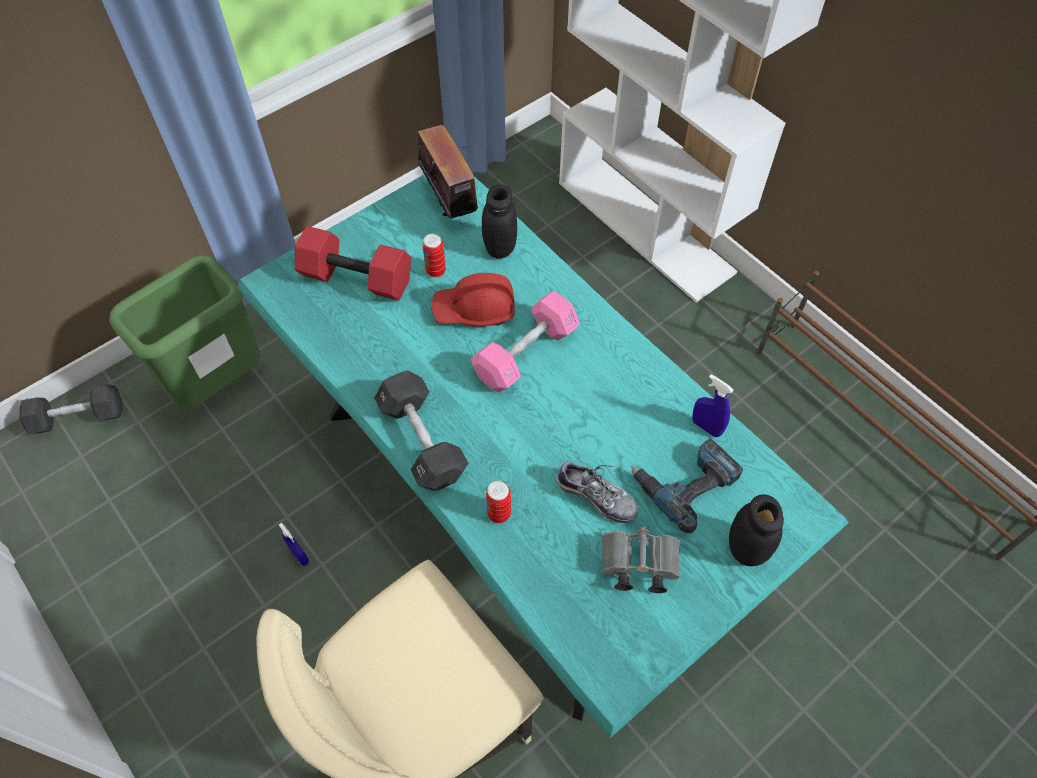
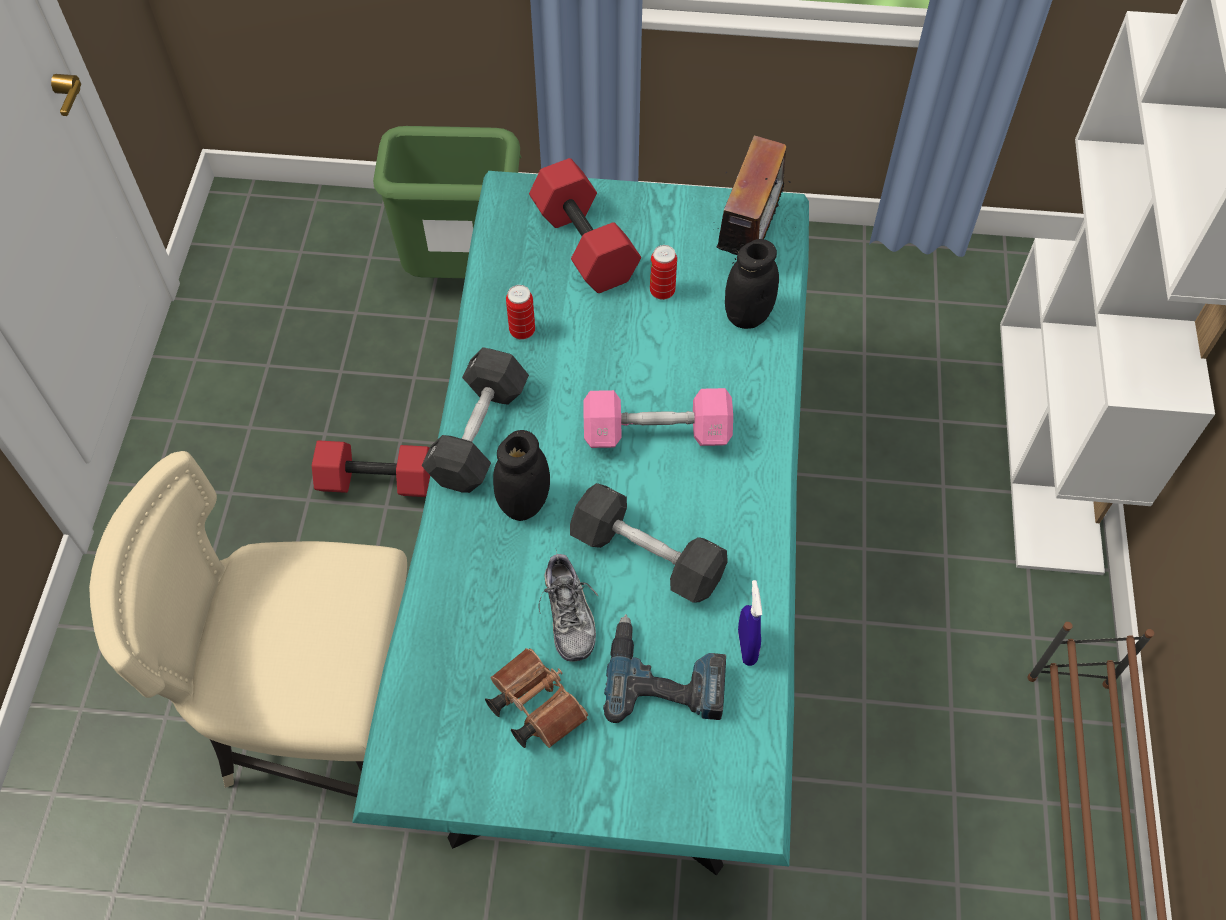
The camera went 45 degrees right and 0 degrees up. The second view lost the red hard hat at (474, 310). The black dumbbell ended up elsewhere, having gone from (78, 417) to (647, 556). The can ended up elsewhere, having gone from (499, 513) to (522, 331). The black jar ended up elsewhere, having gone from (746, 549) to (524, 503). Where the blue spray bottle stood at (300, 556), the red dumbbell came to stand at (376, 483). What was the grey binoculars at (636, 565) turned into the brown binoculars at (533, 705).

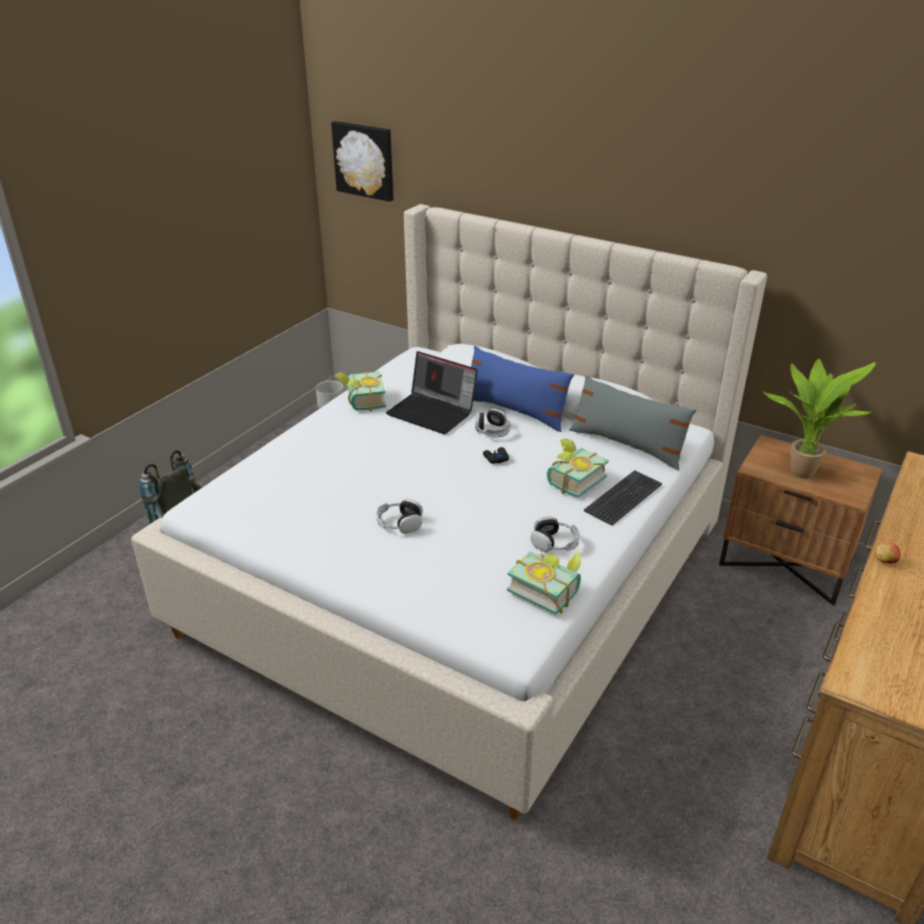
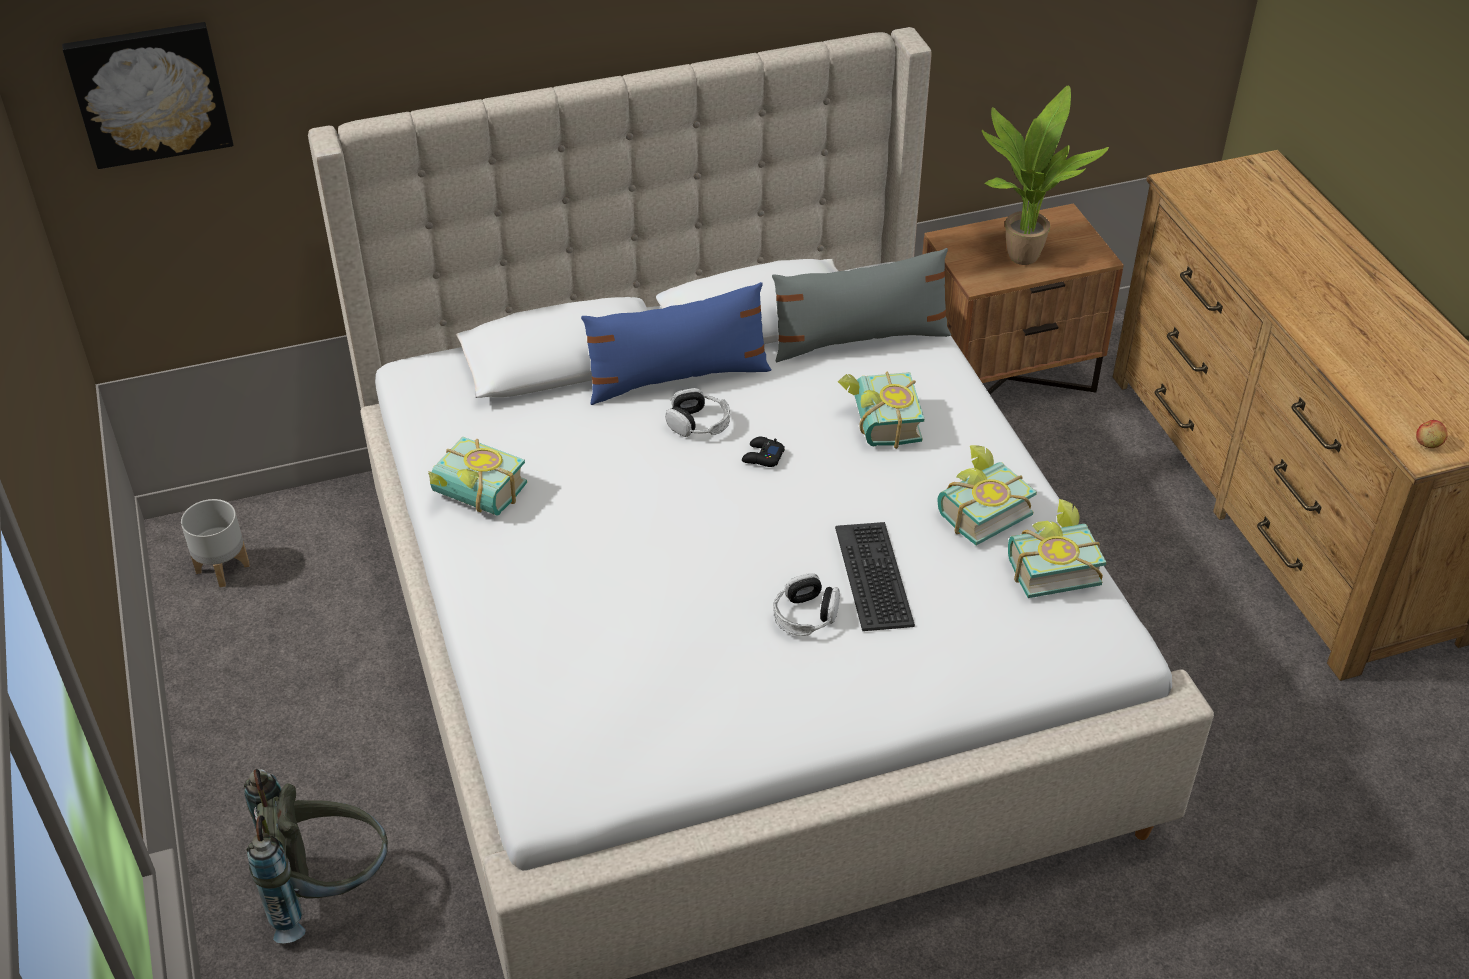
The camera went 50 degrees left and 10 degrees up. The second view lost the laptop at (433, 412). The keyboard ended up elsewhere, having gone from (624, 498) to (875, 576). Where the headphones stood at (554, 543), the book came to stand at (978, 511). The apple ended up elsewhere, having gone from (885, 560) to (1428, 443).

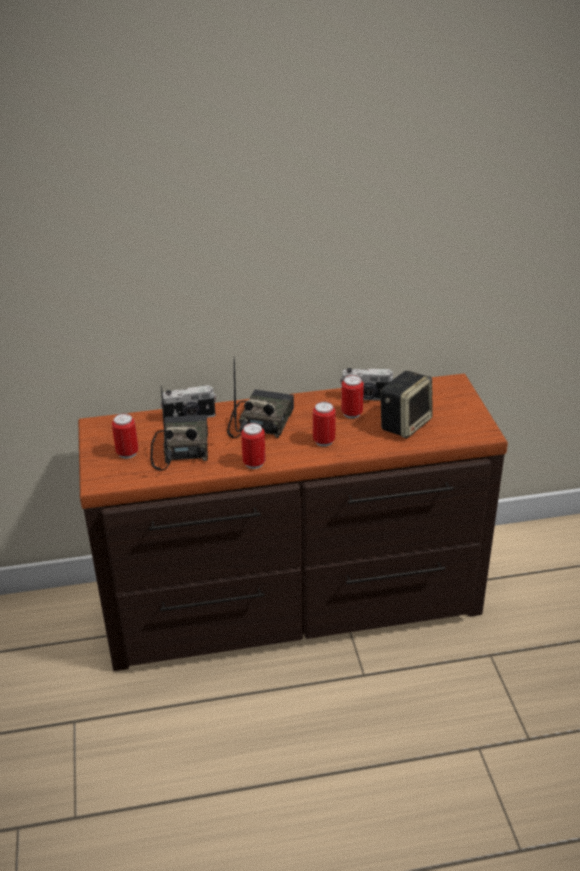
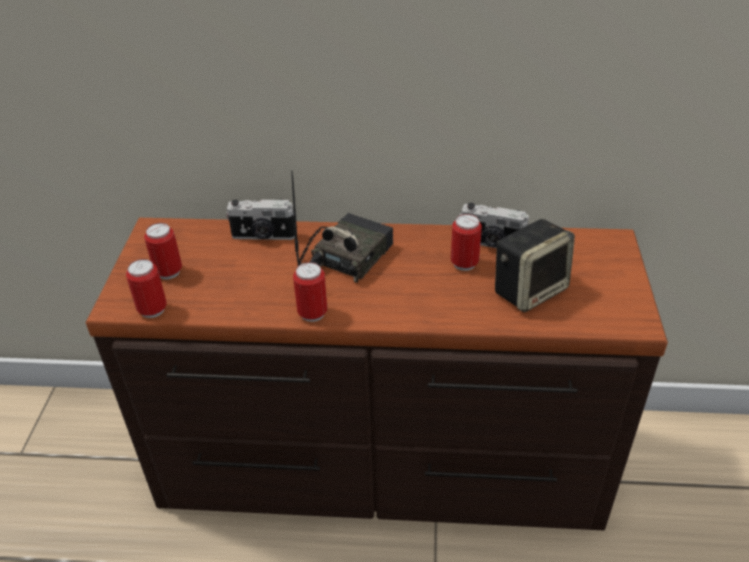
The camera went 15 degrees right and 5 degrees up. The second view lost the radio at (181, 448). The can ended up elsewhere, having gone from (324, 441) to (152, 310).

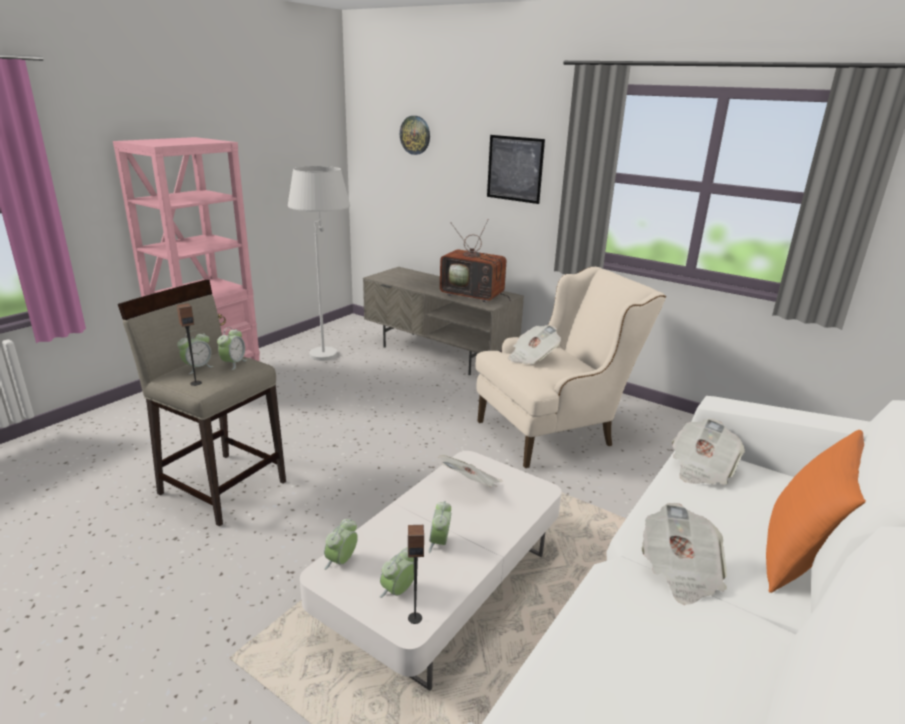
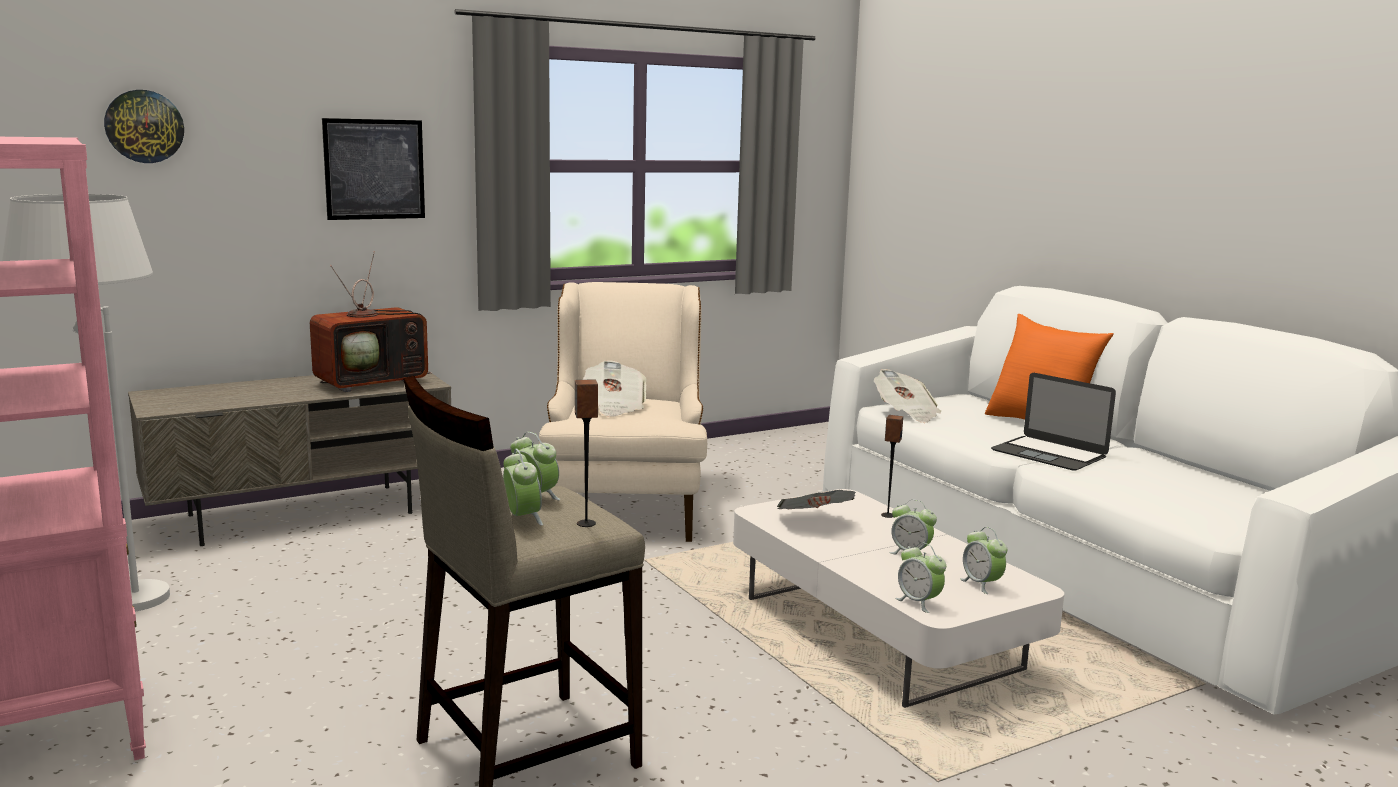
The camera went 65 degrees left and 10 degrees down. Where the newspaper stood at (680, 572), the laptop came to stand at (1049, 453). The speaker ended up elsewhere, having gone from (415, 618) to (887, 515).

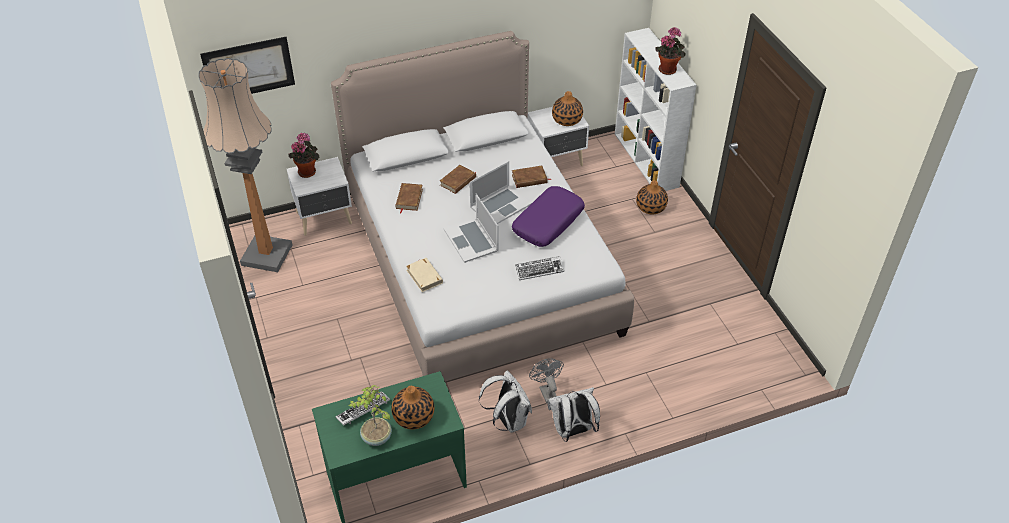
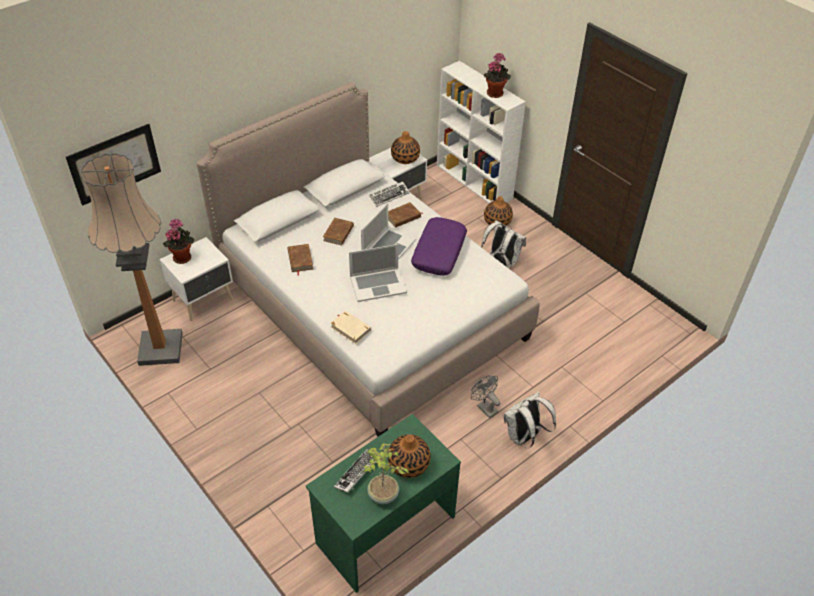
The camera went 20 degrees left and 0 degrees up. The laptop at (471, 240) ended up facing another way, 60 degrees counterclockwise from before. The keyboard ended up elsewhere, having gone from (539, 270) to (389, 196). The white backpack ended up elsewhere, having gone from (508, 420) to (501, 261).

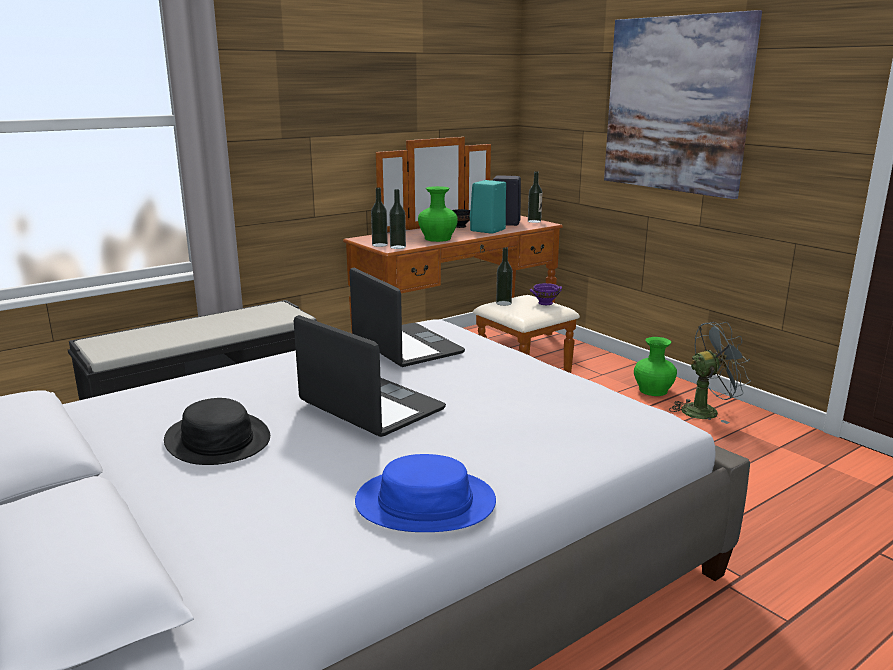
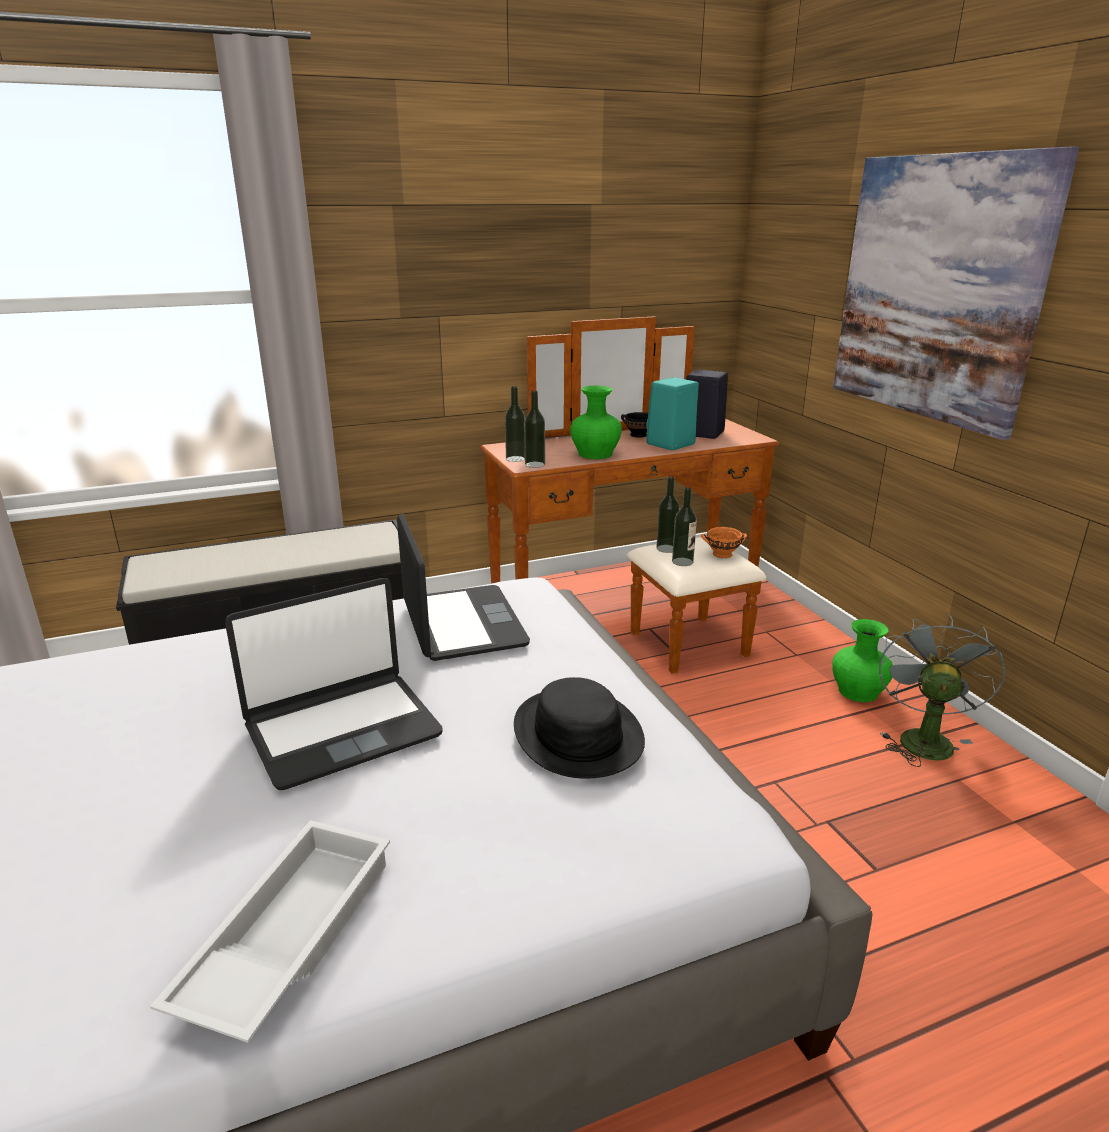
The camera went 15 degrees right and 5 degrees up. The bottle ended up elsewhere, having gone from (534, 221) to (682, 562). What was the purple bowl at (544, 303) turned into the orange bowl at (721, 554). The laptop at (370, 407) ended up facing another way, 90 degrees clockwise from before. The grey fan at (706, 411) ended up facing another way, 75 degrees counterclockwise from before. The black hat ended up elsewhere, having gone from (217, 440) to (577, 734). Where the blue hat stood at (425, 502), the white tray came to stand at (286, 935).

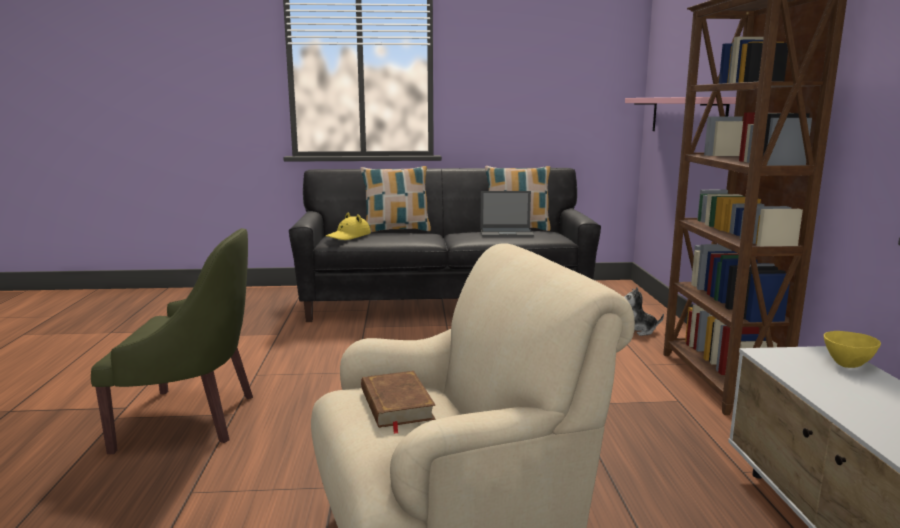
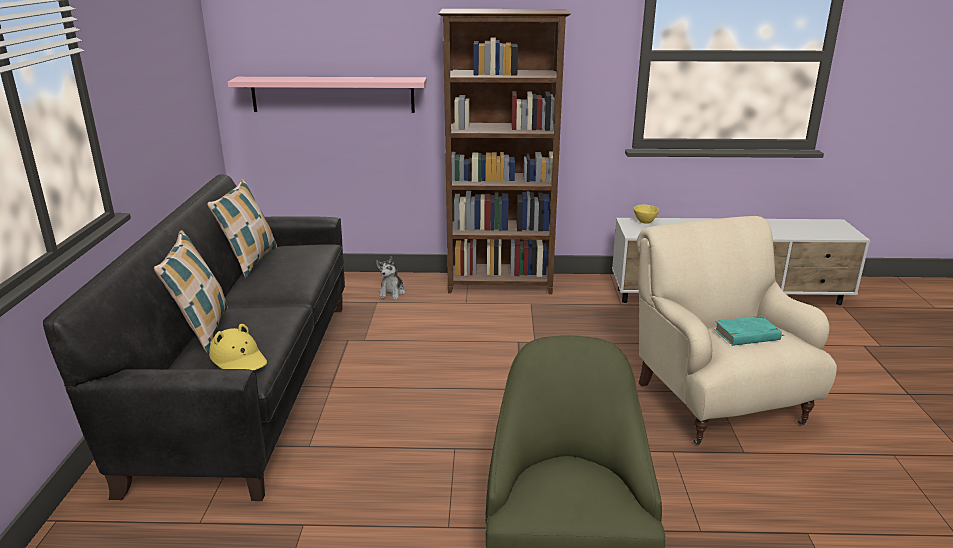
The camera went 85 degrees left and 10 degrees up. The second view lost the laptop at (507, 232). What was the brown book at (396, 405) turned into the turquoise book at (747, 335).

